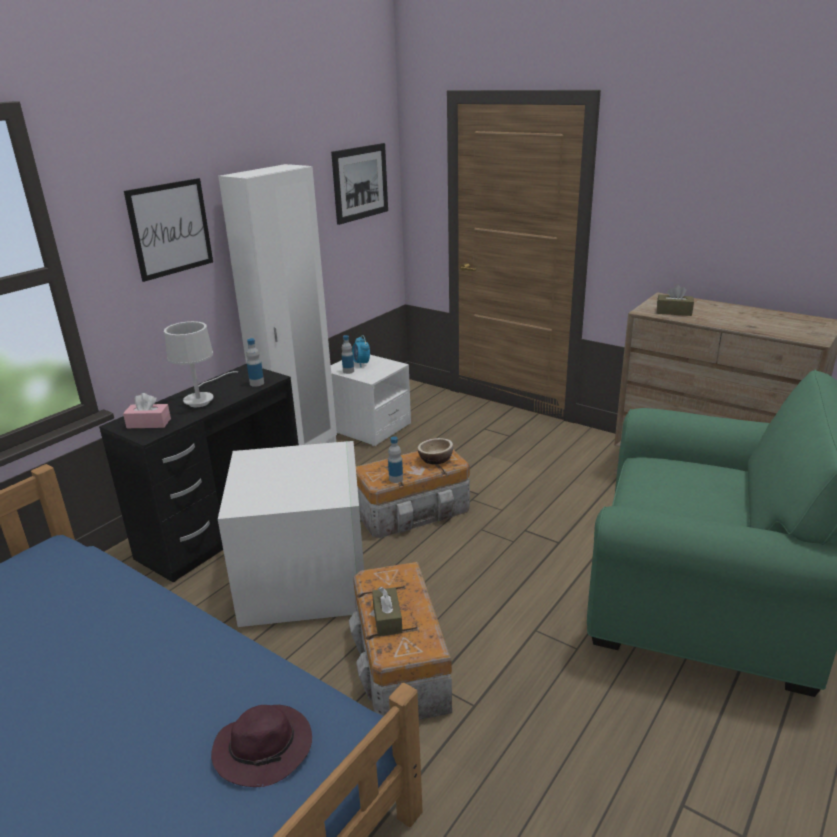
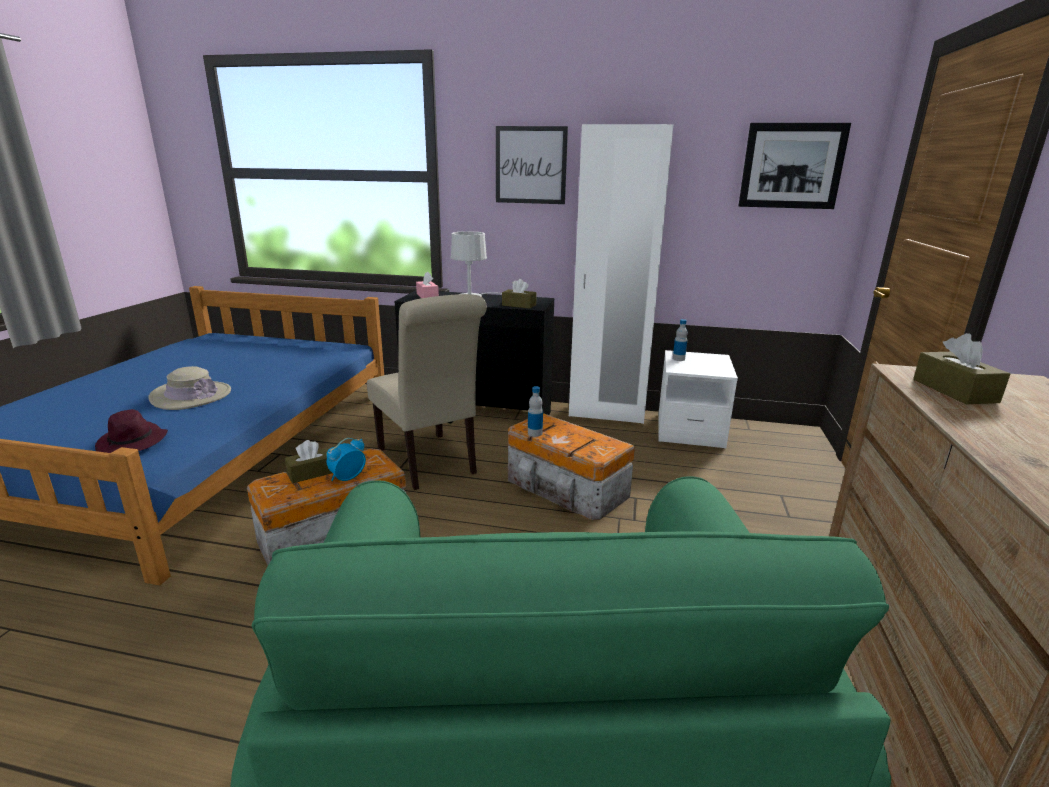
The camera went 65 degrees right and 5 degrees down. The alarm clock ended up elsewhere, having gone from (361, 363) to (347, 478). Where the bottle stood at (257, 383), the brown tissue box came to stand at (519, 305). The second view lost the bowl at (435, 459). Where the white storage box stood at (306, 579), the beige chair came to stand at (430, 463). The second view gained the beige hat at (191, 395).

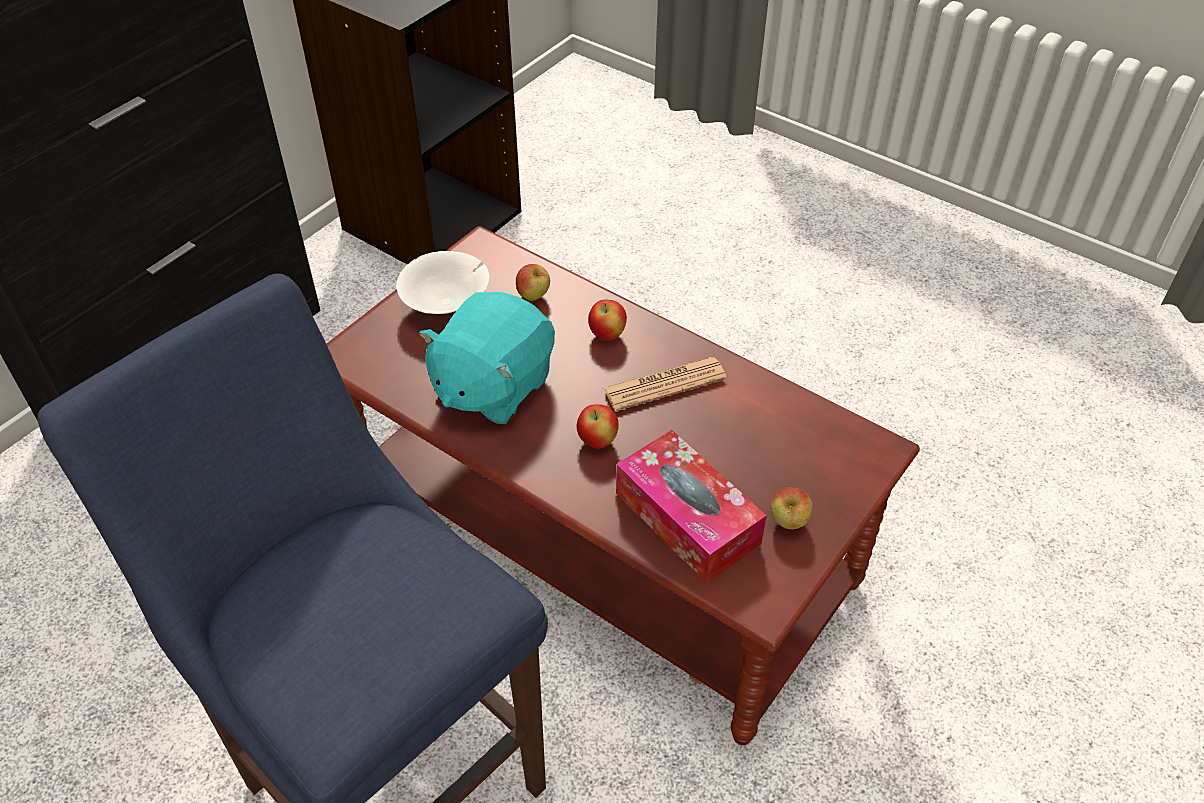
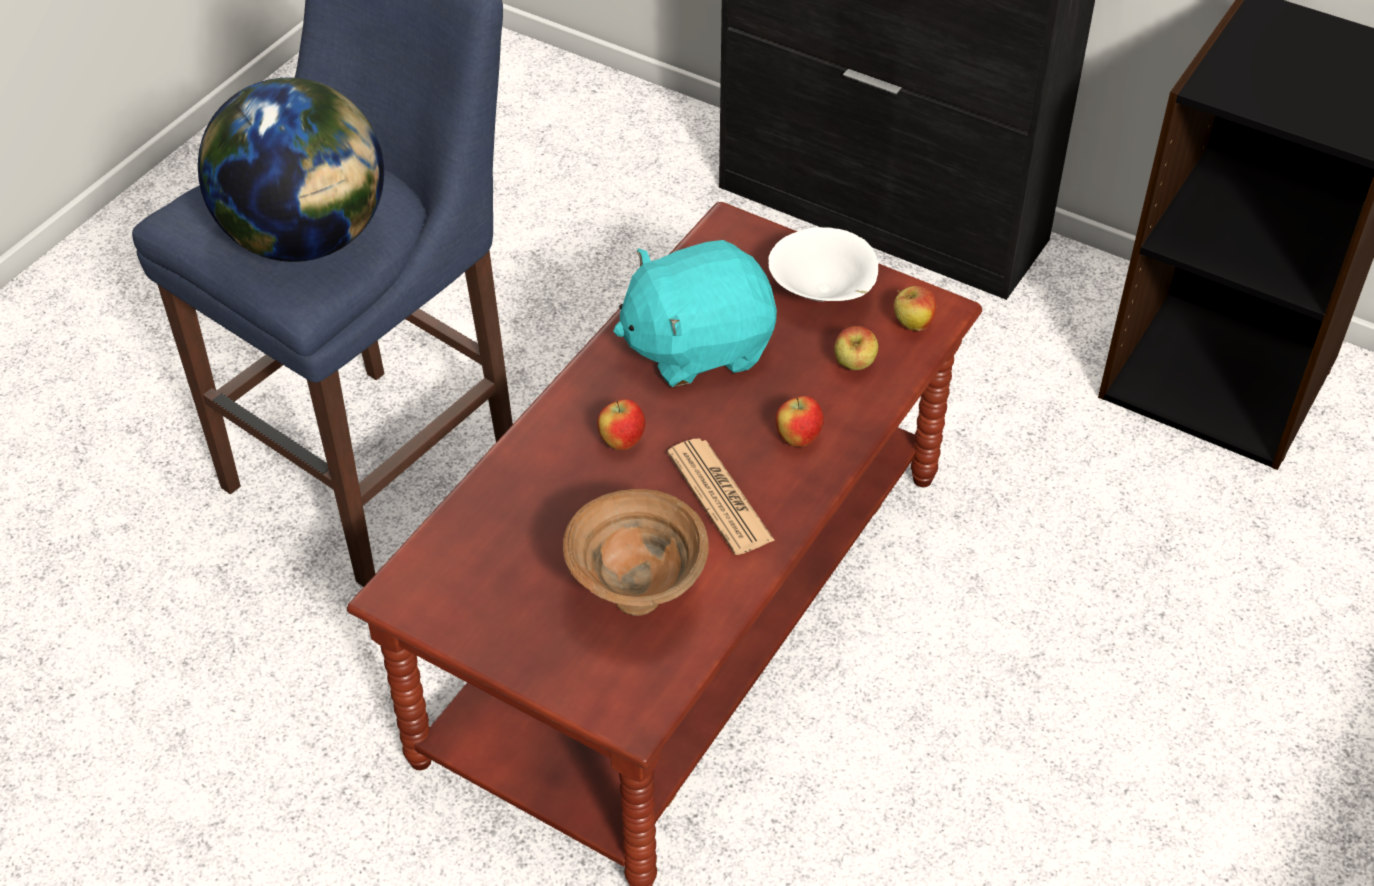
The camera went 85 degrees right and 0 degrees up. The turquoise plush toy at (492, 386) ended up facing another way, 45 degrees counterclockwise from before. The second view lost the tissue box at (687, 518). The apple ended up elsewhere, having gone from (788, 522) to (912, 324). The second view gained the globe at (307, 238). The second view gained the brown bowl at (639, 600).

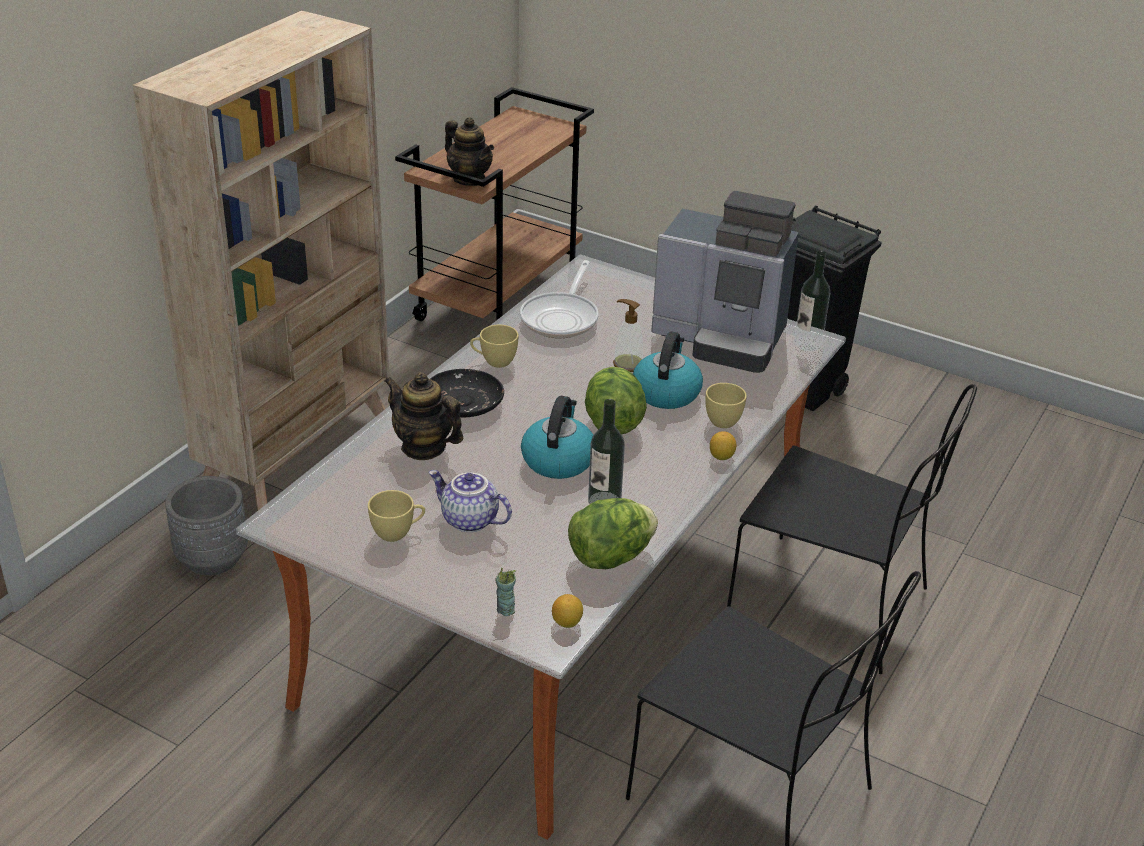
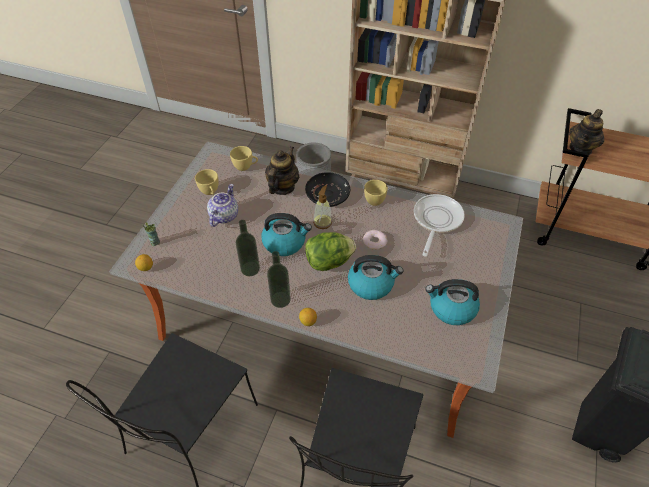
The camera went 80 degrees right and 15 degrees up. Where the coffee machine stood at (722, 338), the kettle came to stand at (451, 308). The bottle ended up elsewhere, having gone from (808, 344) to (280, 299). The frying pan at (562, 318) ended up facing another way, 105 degrees clockwise from before. The soap dispenser ended up elsewhere, having gone from (628, 364) to (322, 222). The yellow cup ended up elsewhere, having gone from (724, 419) to (245, 167). The second view lost the lettuce at (610, 557). The second view gained the donut at (374, 241).

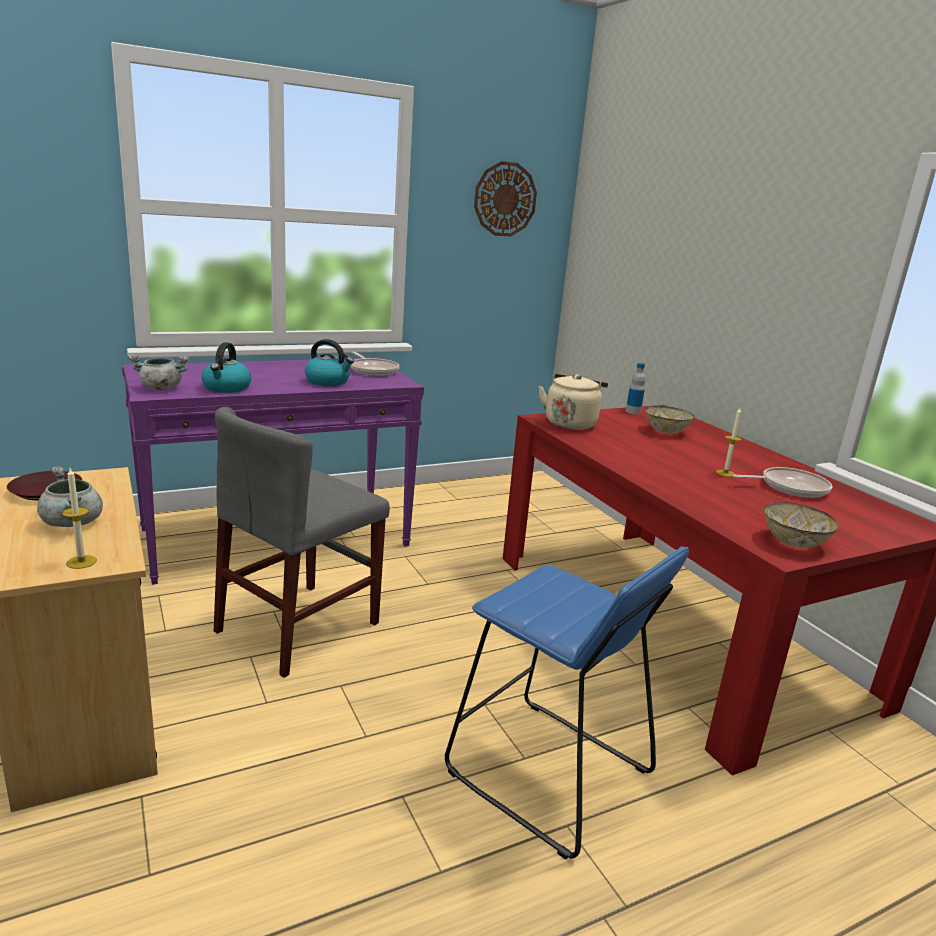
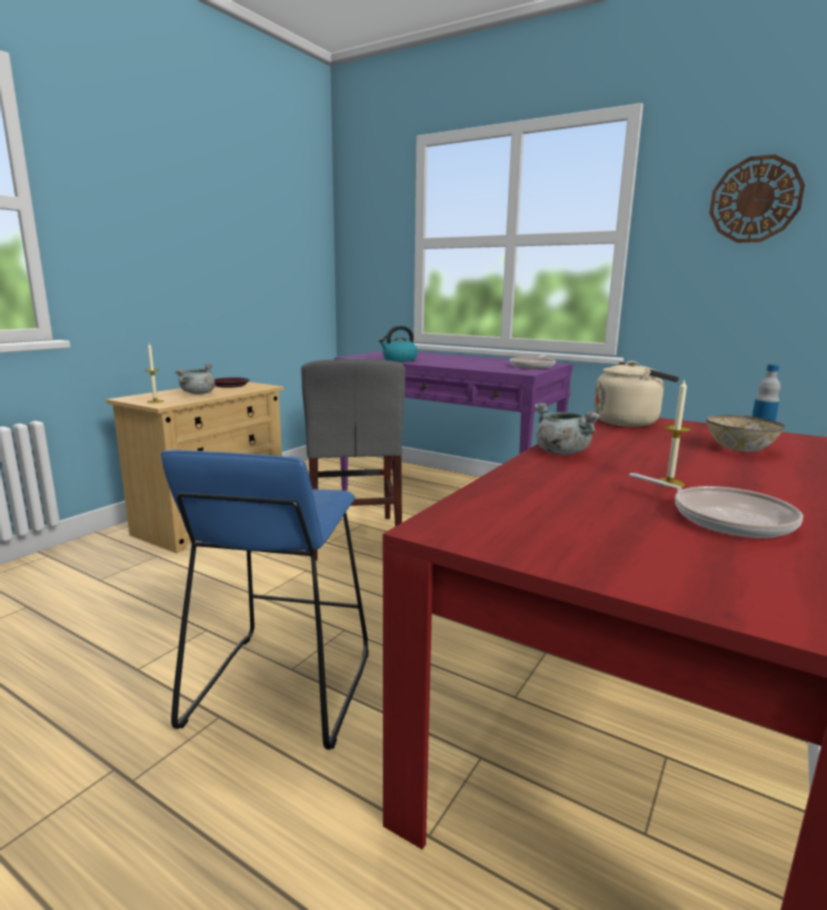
The camera went 60 degrees right and 5 degrees down. The second view lost the kettle at (328, 381). The grey cooking pot ended up elsewhere, having gone from (160, 388) to (560, 452). The grey chair at (298, 627) ended up facing another way, 105 degrees counterclockwise from before. The second view lost the bowl at (794, 542).

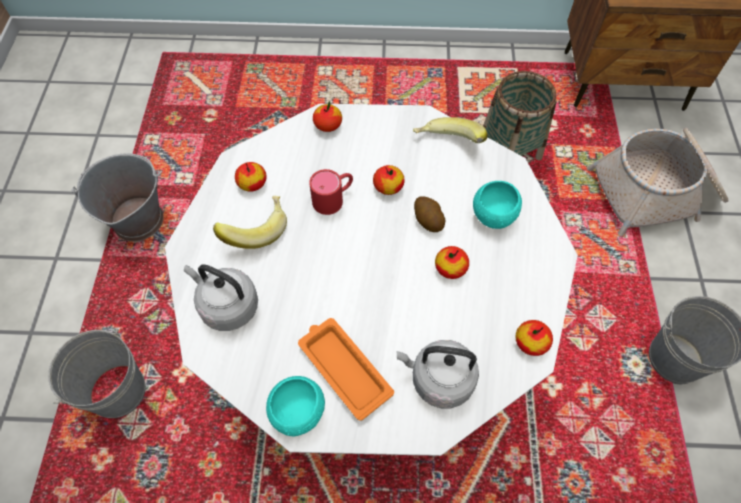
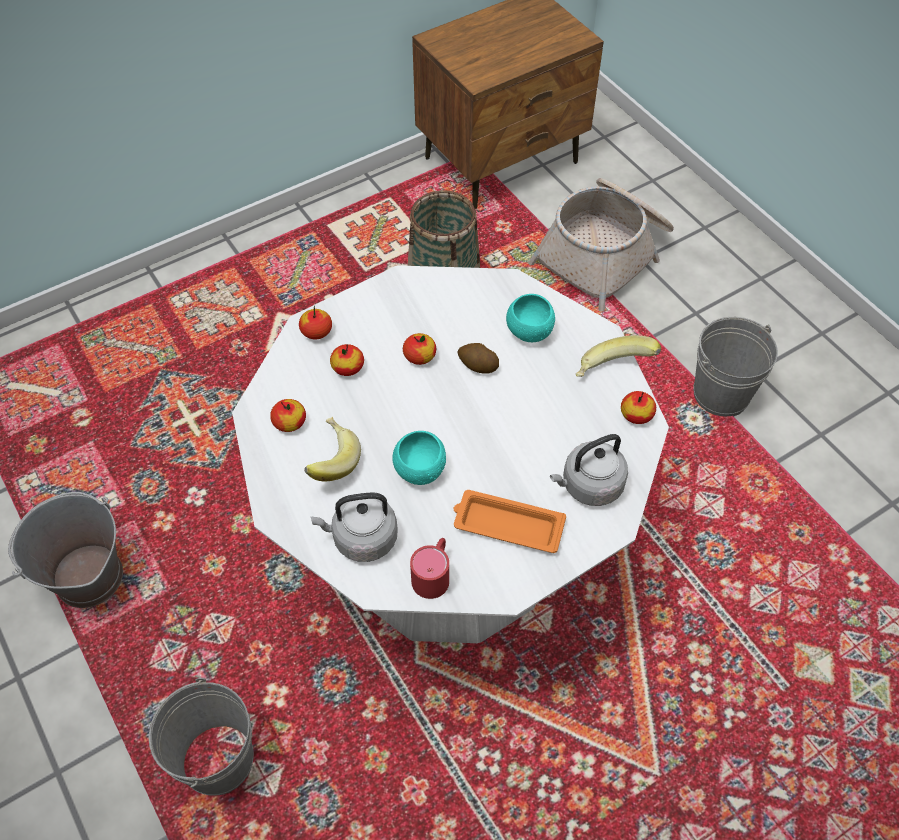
The camera went 35 degrees left and 5 degrees down. The banana ended up elsewhere, having gone from (447, 145) to (613, 372). The red mug ended up elsewhere, having gone from (334, 198) to (433, 573). The apple ended up elsewhere, having gone from (450, 268) to (348, 368). The turquoise bowl ended up elsewhere, having gone from (297, 412) to (419, 470).

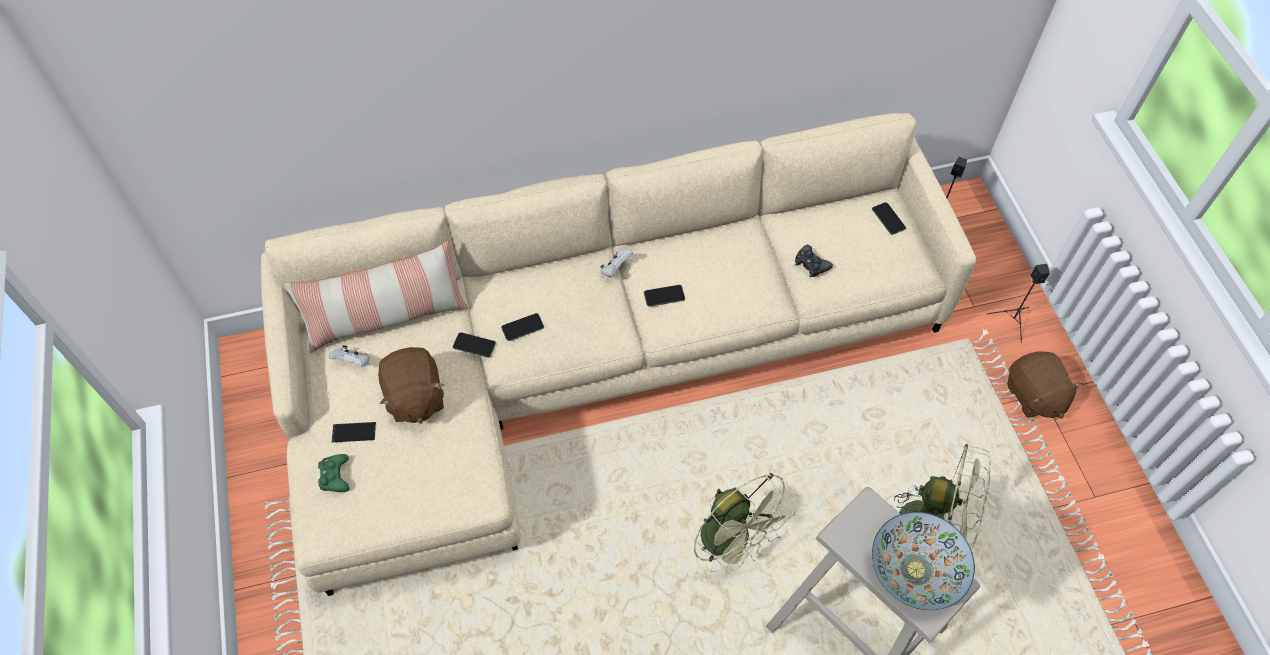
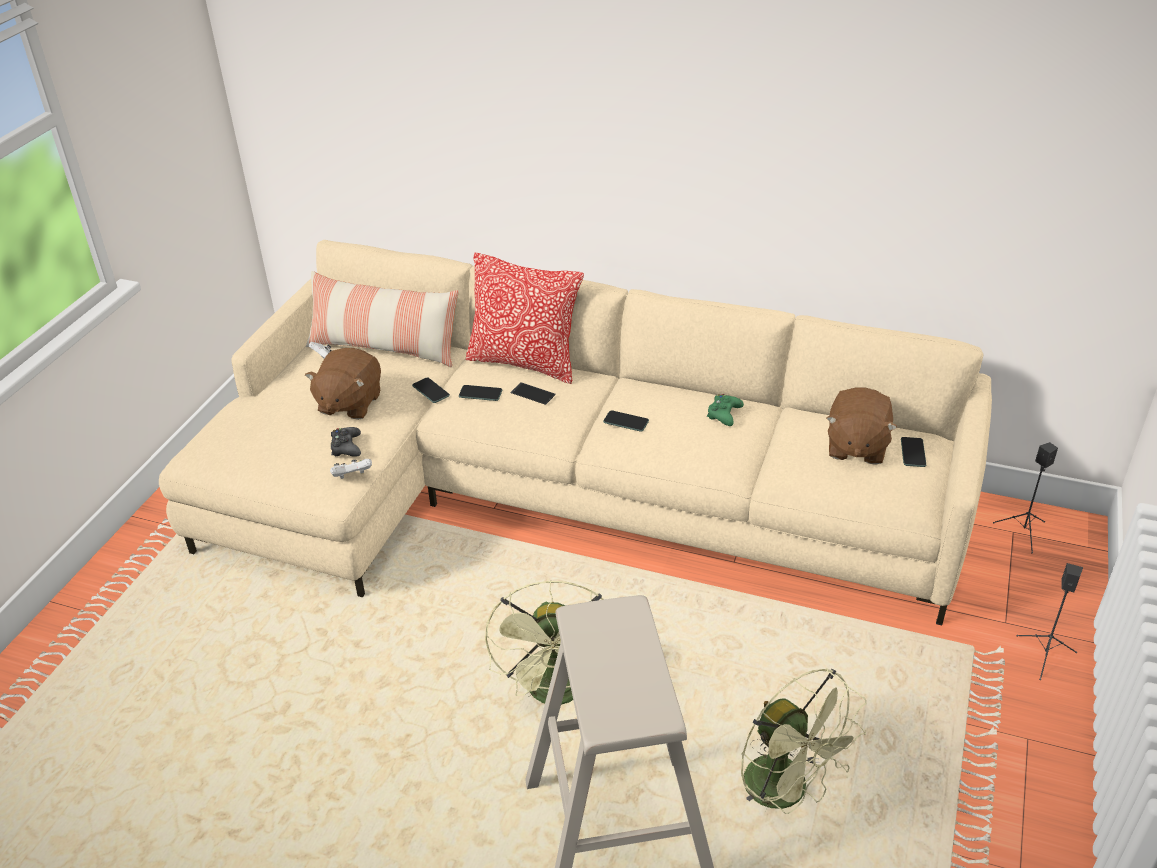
The camera went 35 degrees right and 20 degrees down. The black game controller ended up elsewhere, having gone from (811, 264) to (346, 447). The white game controller ended up elsewhere, having gone from (615, 269) to (352, 476). The brown plush toy ended up elsewhere, having gone from (1033, 396) to (855, 446). The phone ended up elsewhere, having gone from (354, 432) to (533, 394). The green game controller ended up elsewhere, having gone from (335, 476) to (724, 414). The second view lost the bowl at (916, 570). The second view gained the pillow at (525, 362).

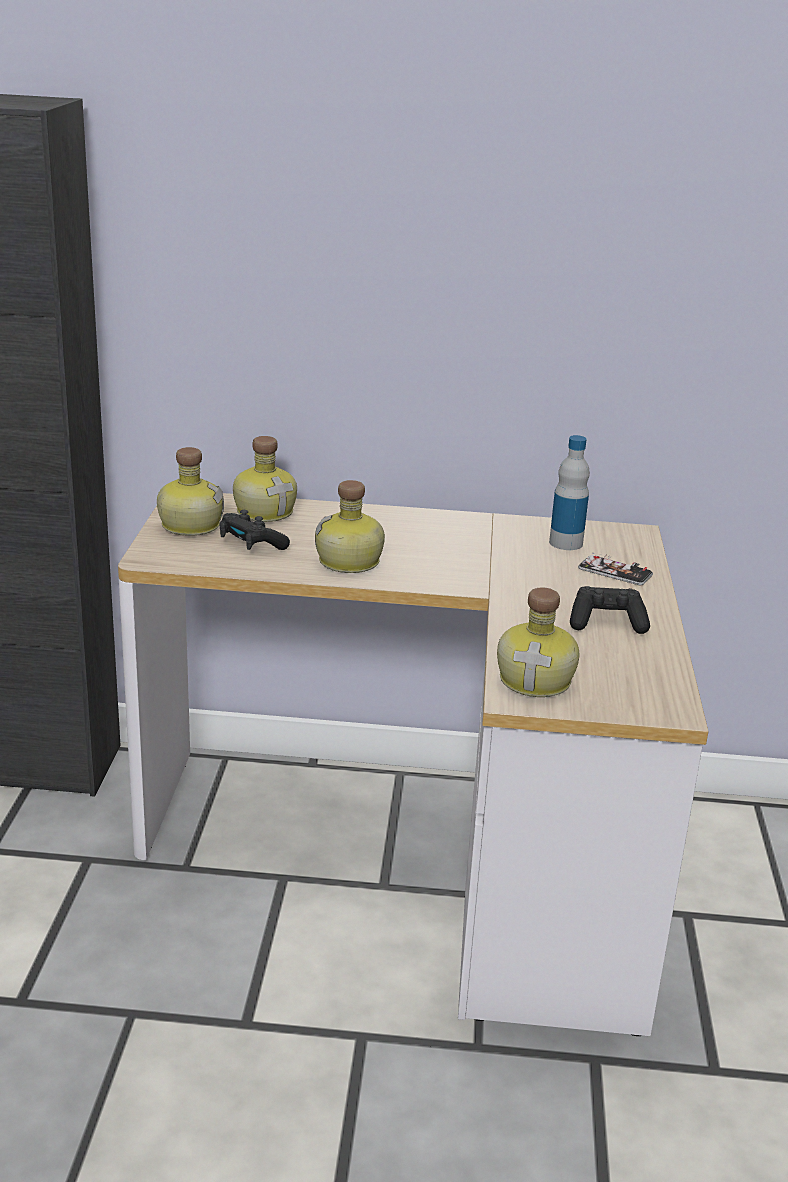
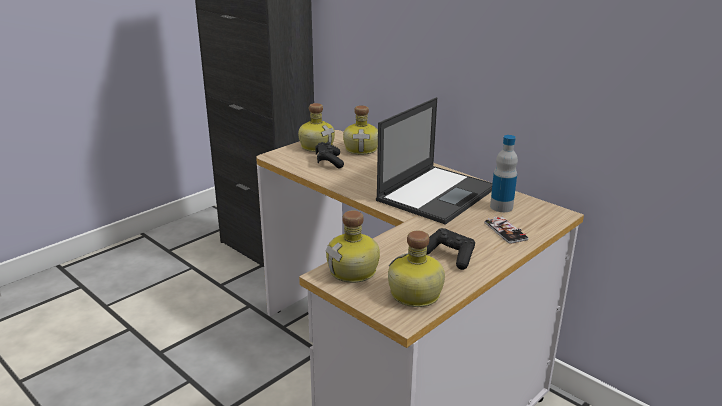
The camera went 40 degrees right and 0 degrees up. The bottle ended up elsewhere, having gone from (350, 562) to (415, 295). The second view gained the laptop at (437, 193).

